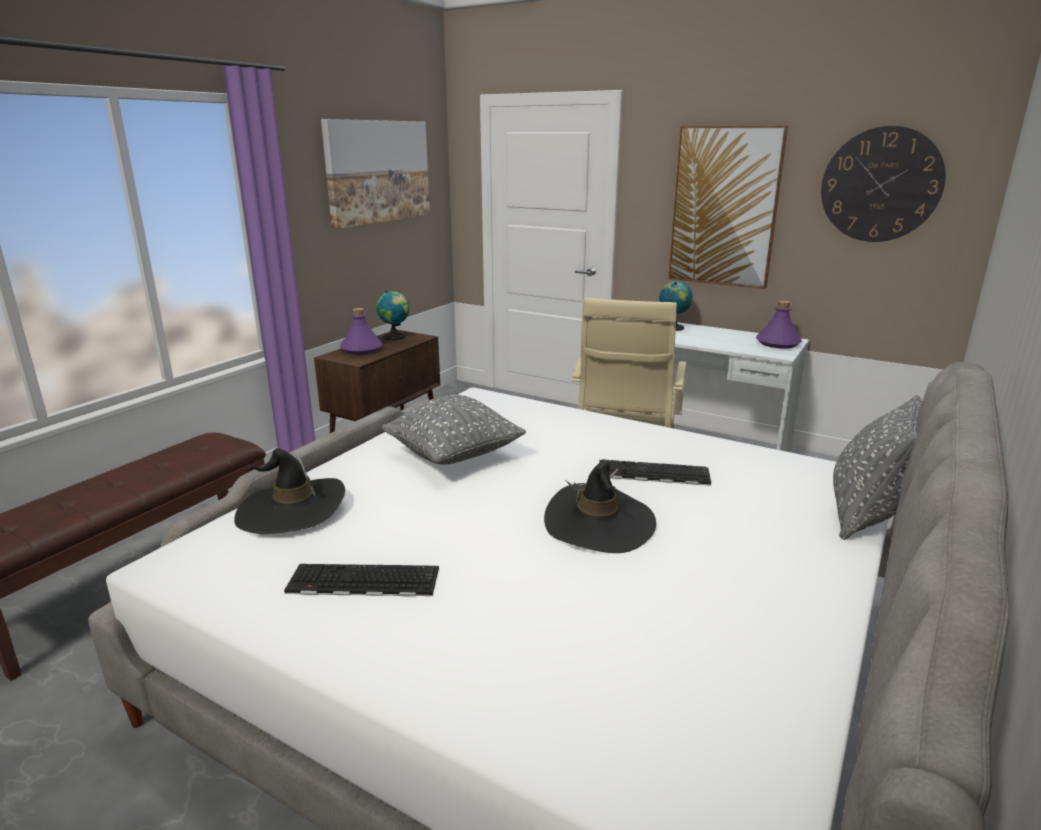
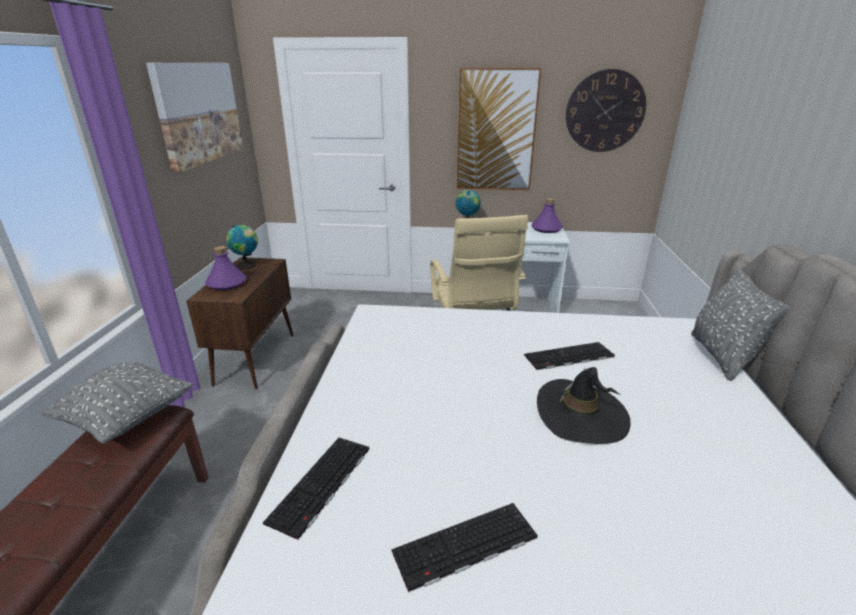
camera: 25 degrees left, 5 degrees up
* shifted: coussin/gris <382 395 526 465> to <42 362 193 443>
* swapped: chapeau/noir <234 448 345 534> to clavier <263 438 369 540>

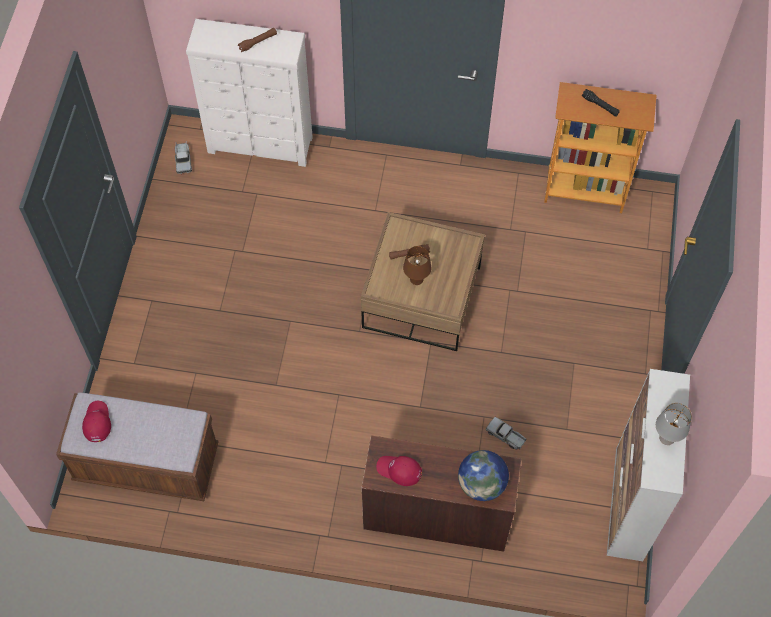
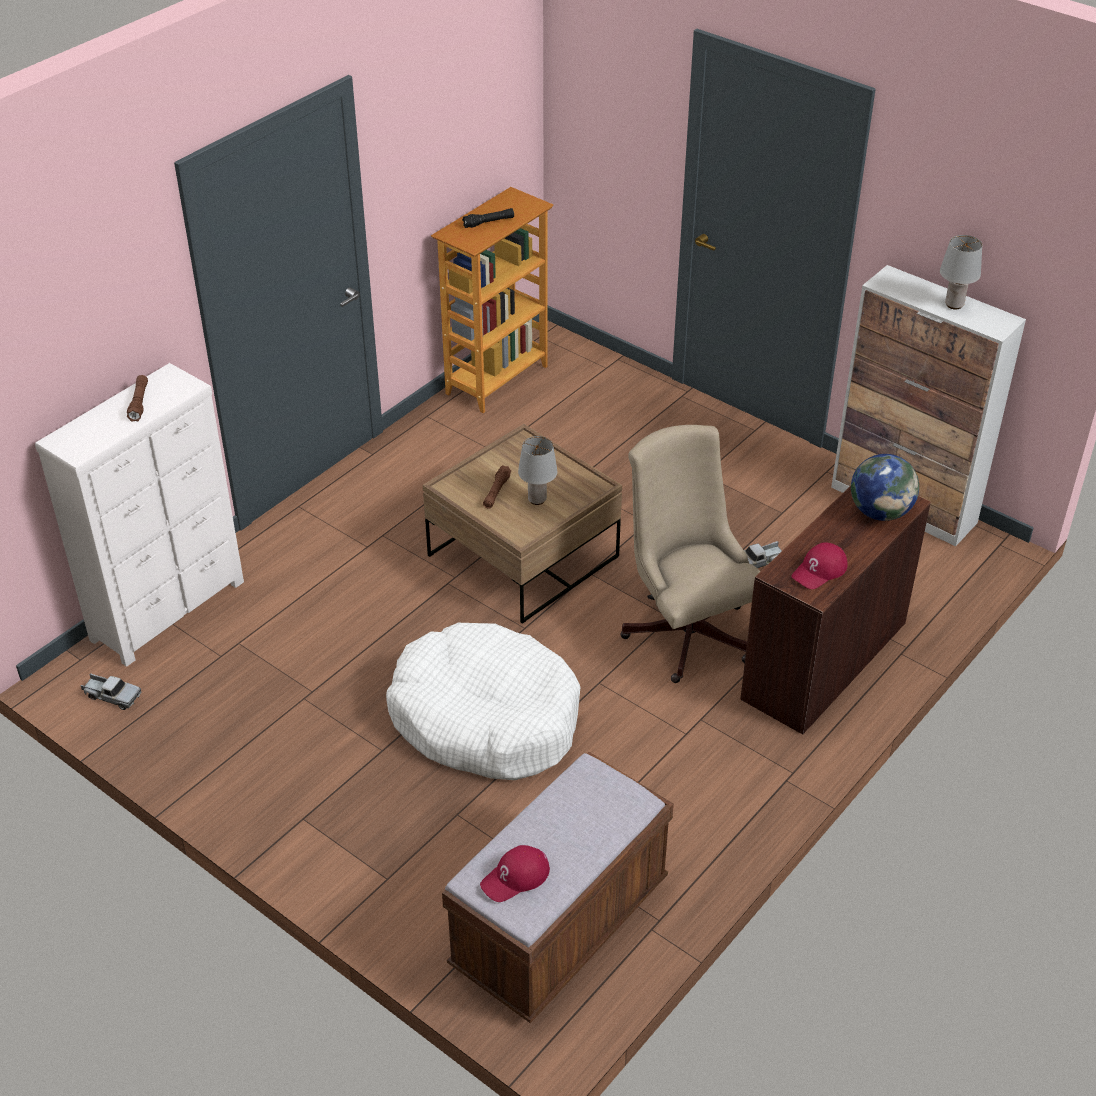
camera: 60 degrees left, 20 degrees down
* new: panier pour chien/blanc <386 623 581 780>
* rotated: casquette/rouge <82 401 111 442> = <480 845 550 902> 60 degrees counterclockwise
* repainted: lampe de table/marron <403 246 431 285> to lampe de table/gris <518 436 557 505>
* new: chaise de bureau/beige <620 425 760 683>

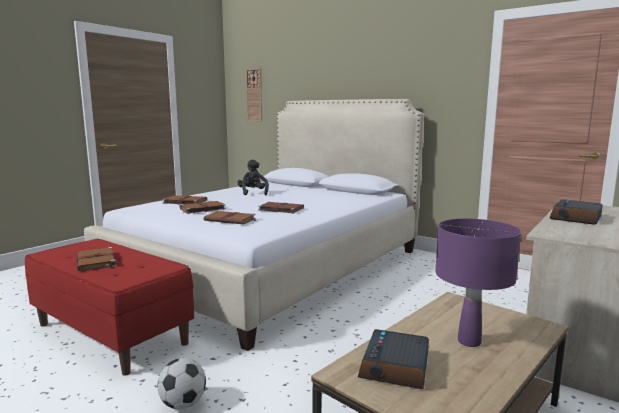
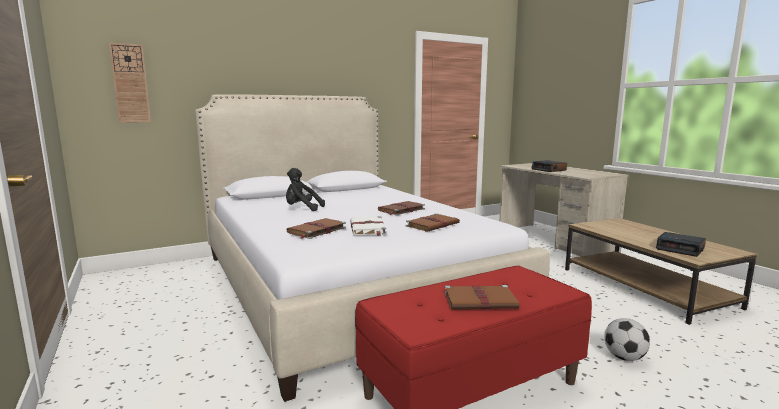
camera: 65 degrees left, 0 degrees up
* repainted: livre/marron <180 201 226 214> to livre/blanc <350 216 387 236>
* gone: lampe de table/violet <436 219 521 347>

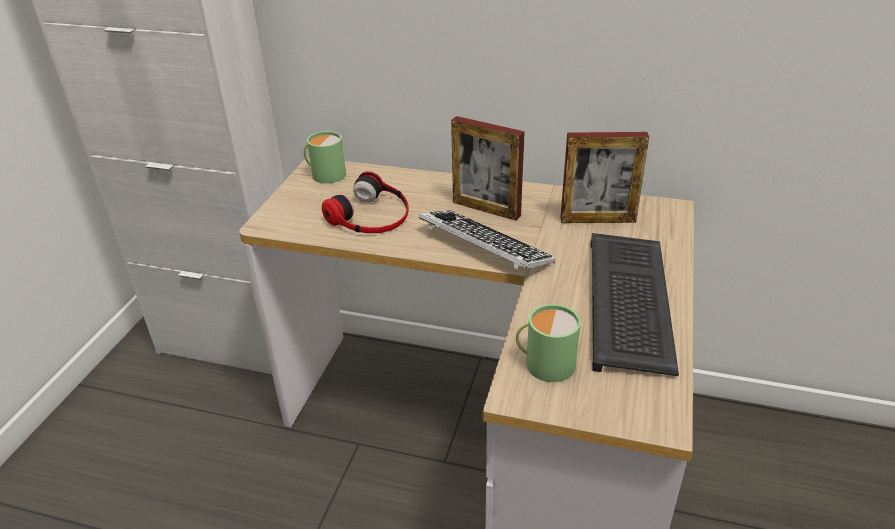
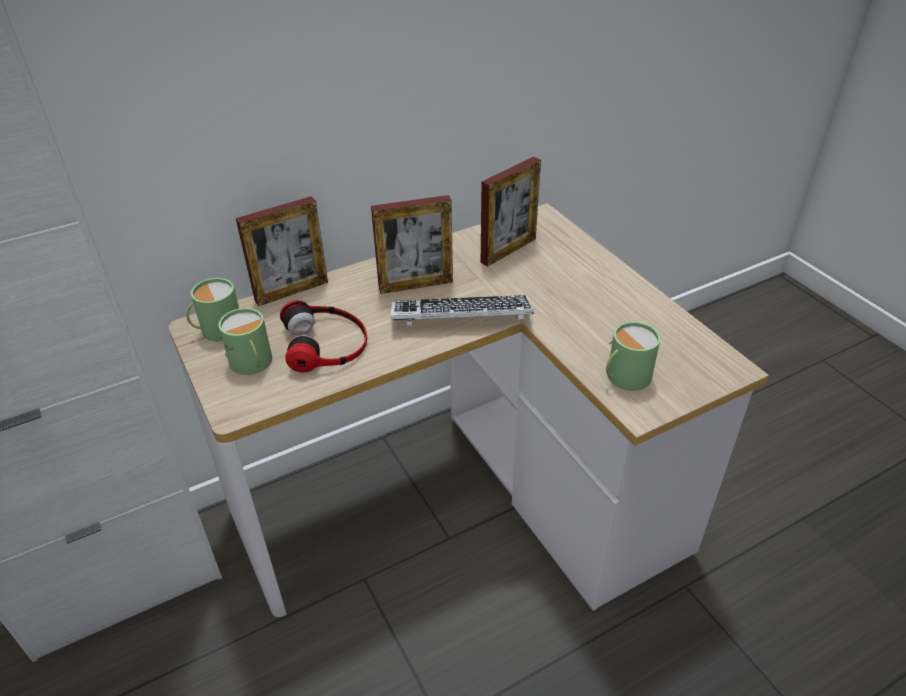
camera: 45 degrees left, 5 degrees up
* new: mug/vert <218 308 272 375>
* new: cadre photo <236 196 328 306>
* gone: clavier <591 233 679 376>

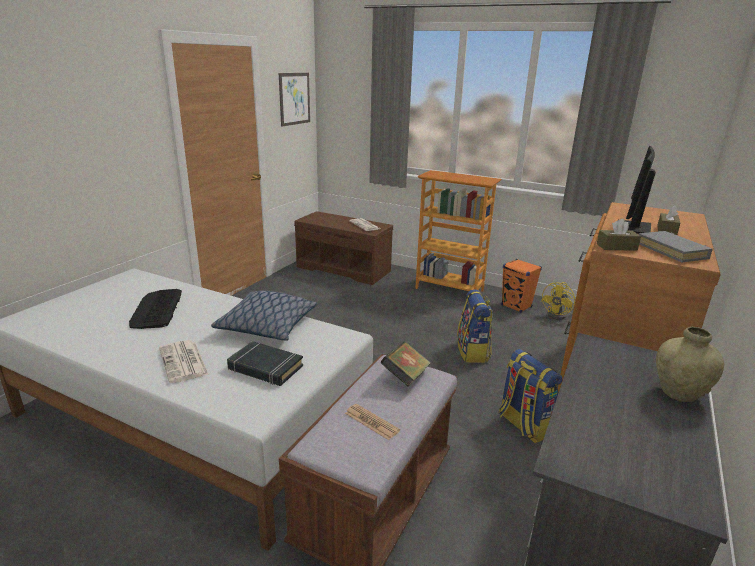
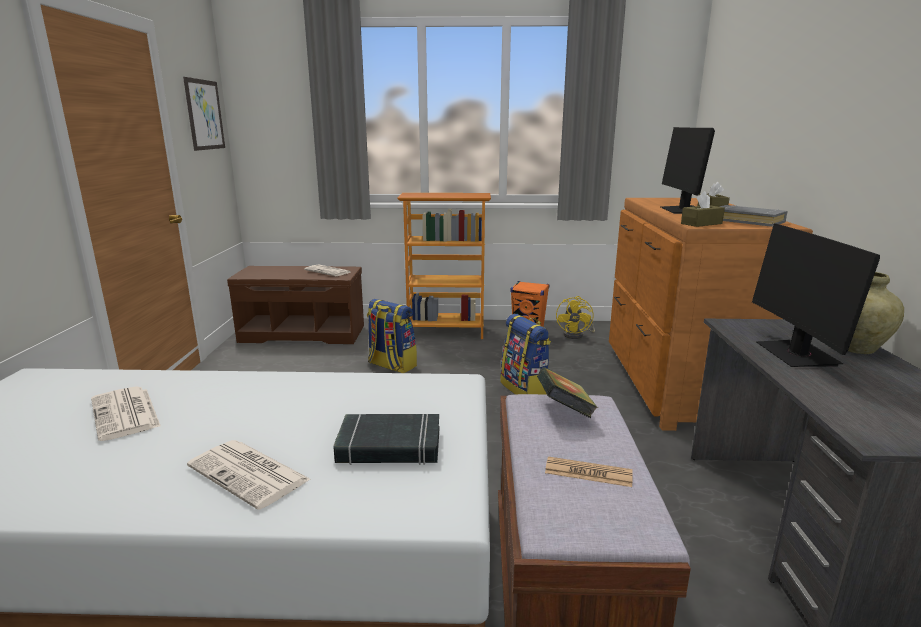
camera: 25 degrees left, 5 degrees down
* swapped: clavier <129 289 182 329> to journal <91 387 161 441>
* shifted: sac à dos <499 349 562 443> to <367 299 417 373>
* new: écran d'ordinateur <752 224 880 367>
* gone: coussin <211 291 317 341>

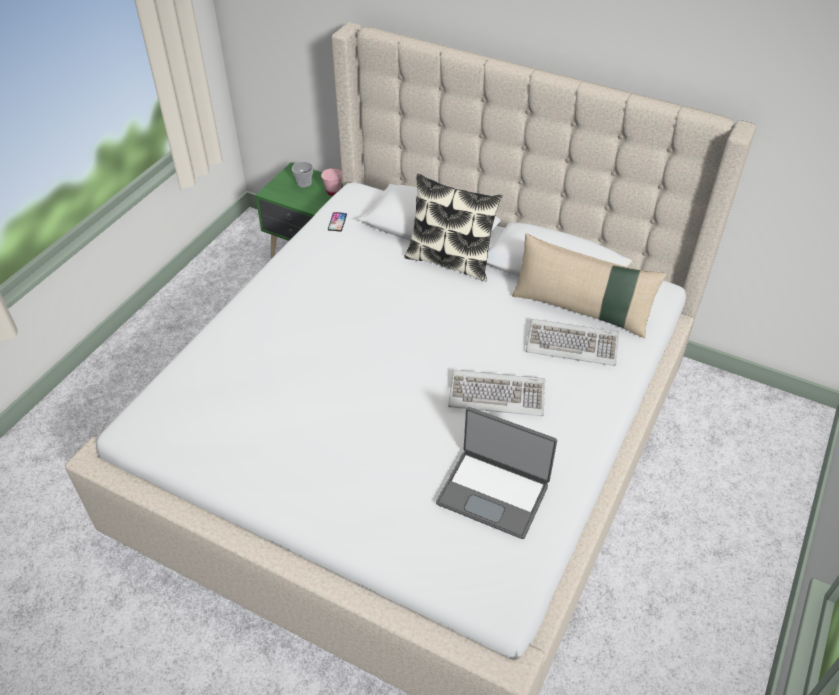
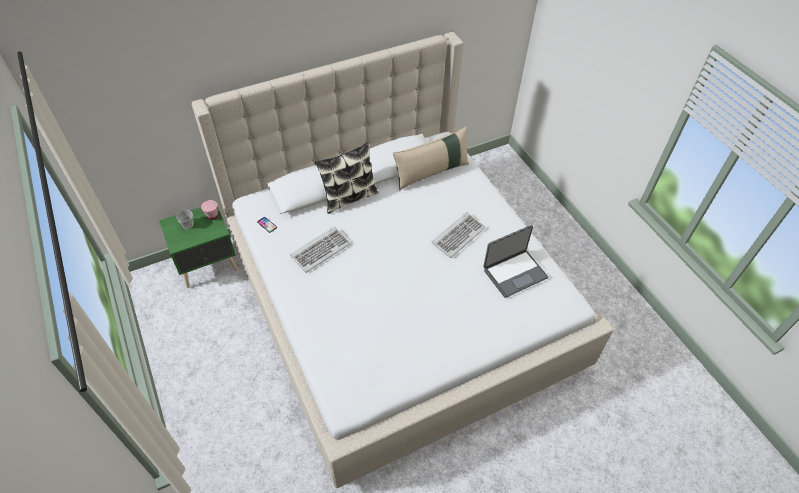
camera: 55 degrees left, 5 degrees up
* shifted: clavier <526 319 619 366> to <290 227 350 273>

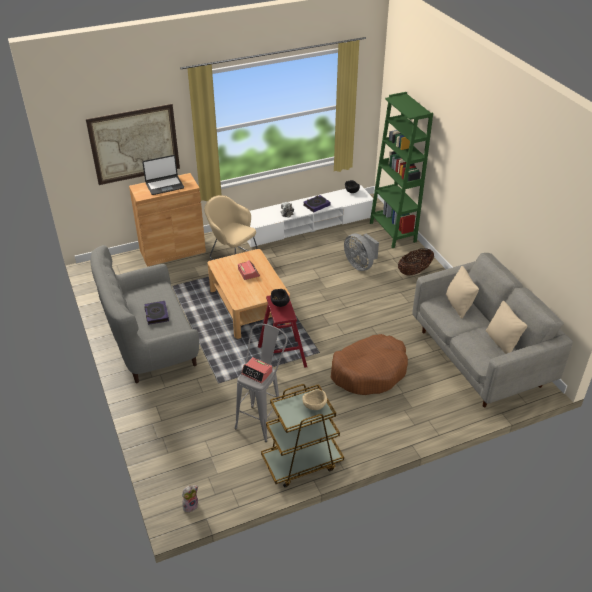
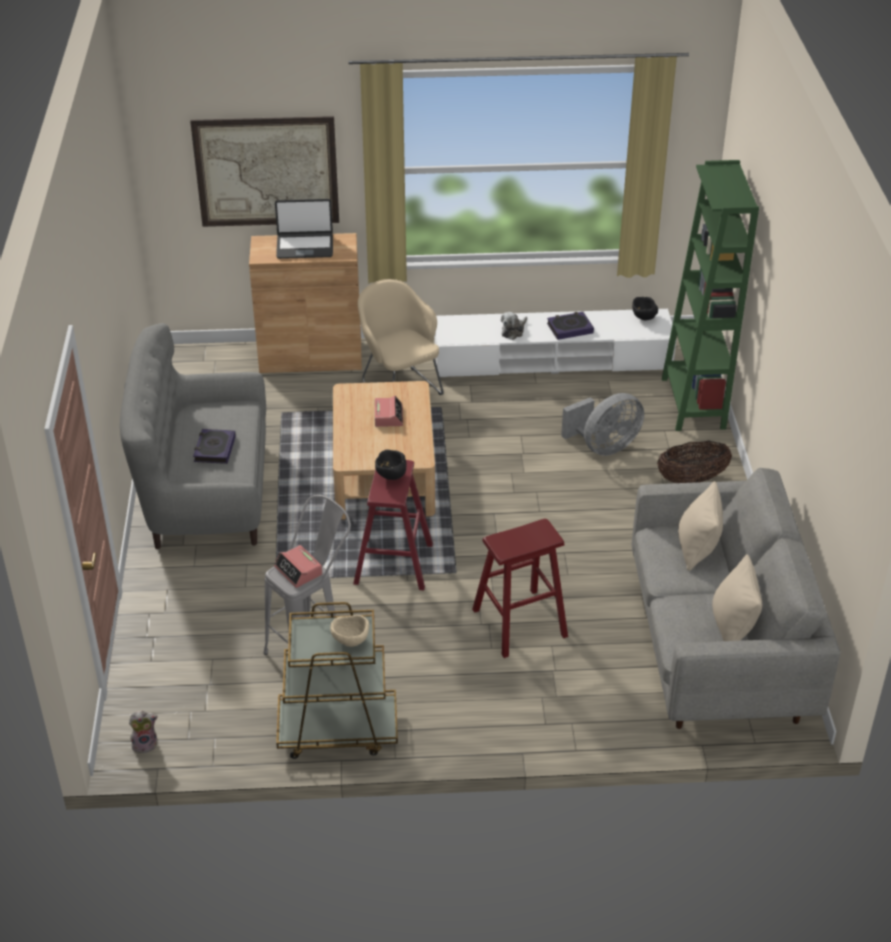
camera: 20 degrees right, 0 degrees up
* swapped: panier pour chien/marron <331 334 408 395> to tabouret/rouge <472 519 568 658>
* rotated: ventilateur/gris <344 233 379 271> = <561 393 644 456> 105 degrees counterclockwise

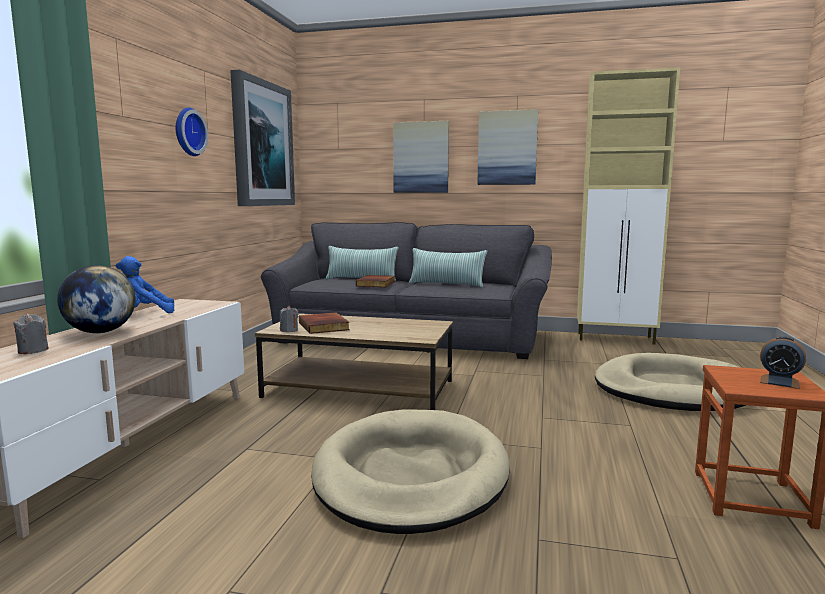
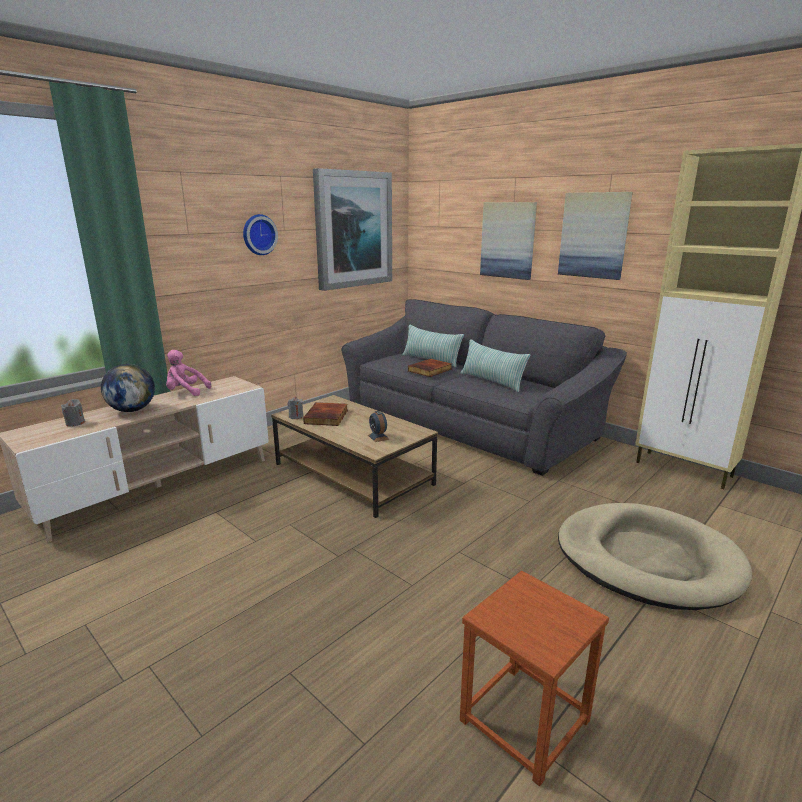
camera: 30 degrees right, 10 degrees up
* repainted: peluche/bleu <116 256 174 313> to peluche/rose <166 350 211 396>
* shifted: réveil <760 336 806 389> to <368 411 389 442>
* gone: panier pour chien/beige <312 410 510 534>

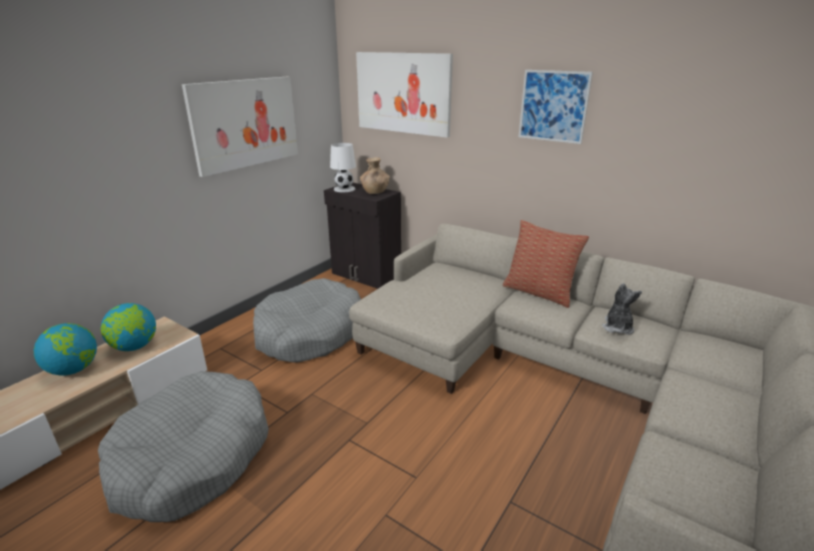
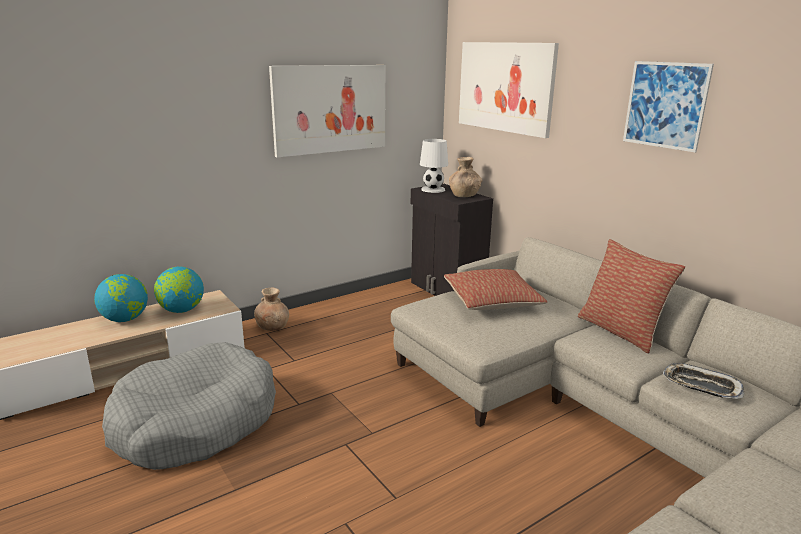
camera: 20 degrees right, 5 degrees down
* new: vase/marron <254 288 289 331>
* new: coussin <444 269 547 310>
* swapped: peluche <602 283 642 335> to plateau <663 363 745 399>
* gone: panier pour chien/gris <253 278 361 363>

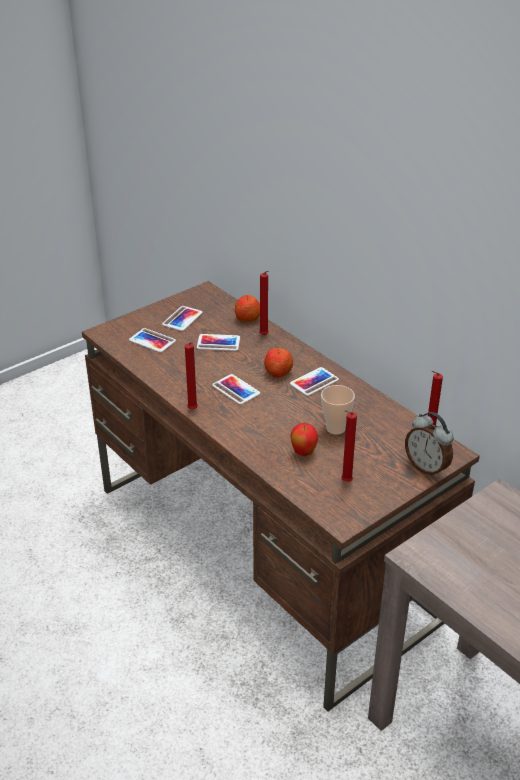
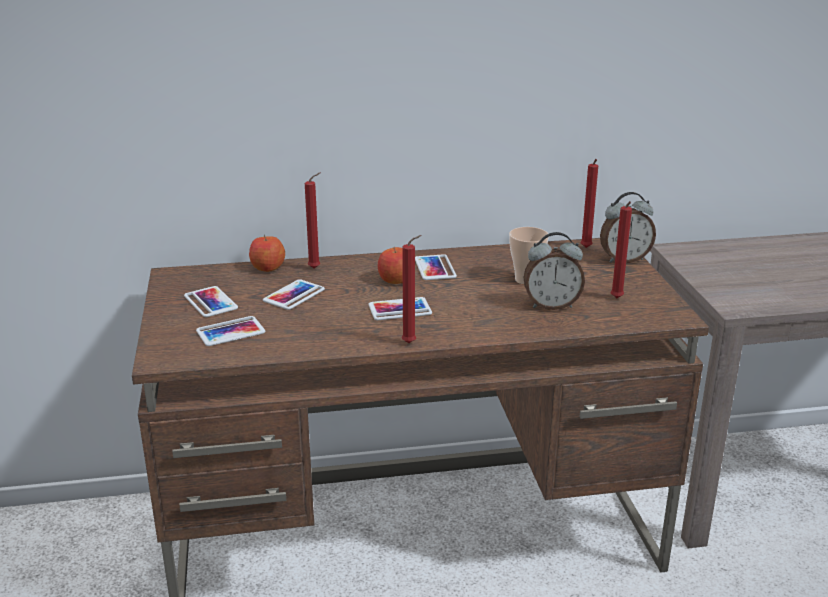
camera: 60 degrees left, 10 degrees down
* swapped: pomme <290 423 318 456> to réveil <523 232 585 310>

